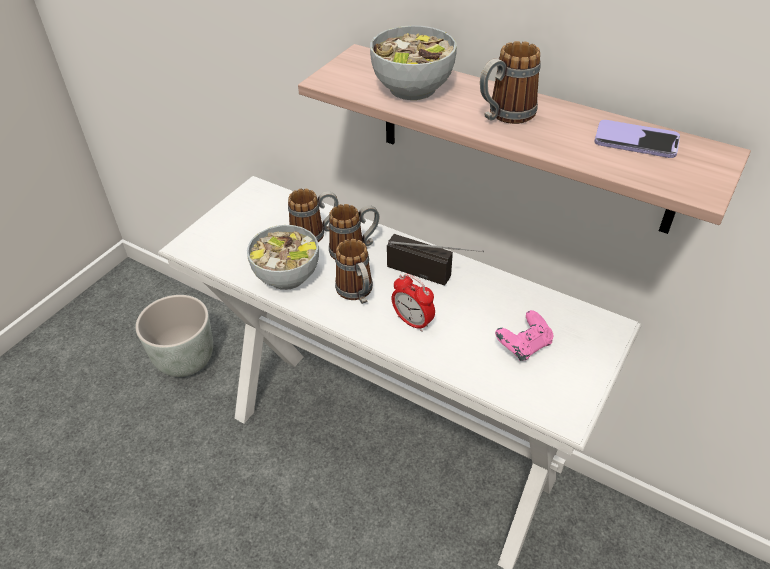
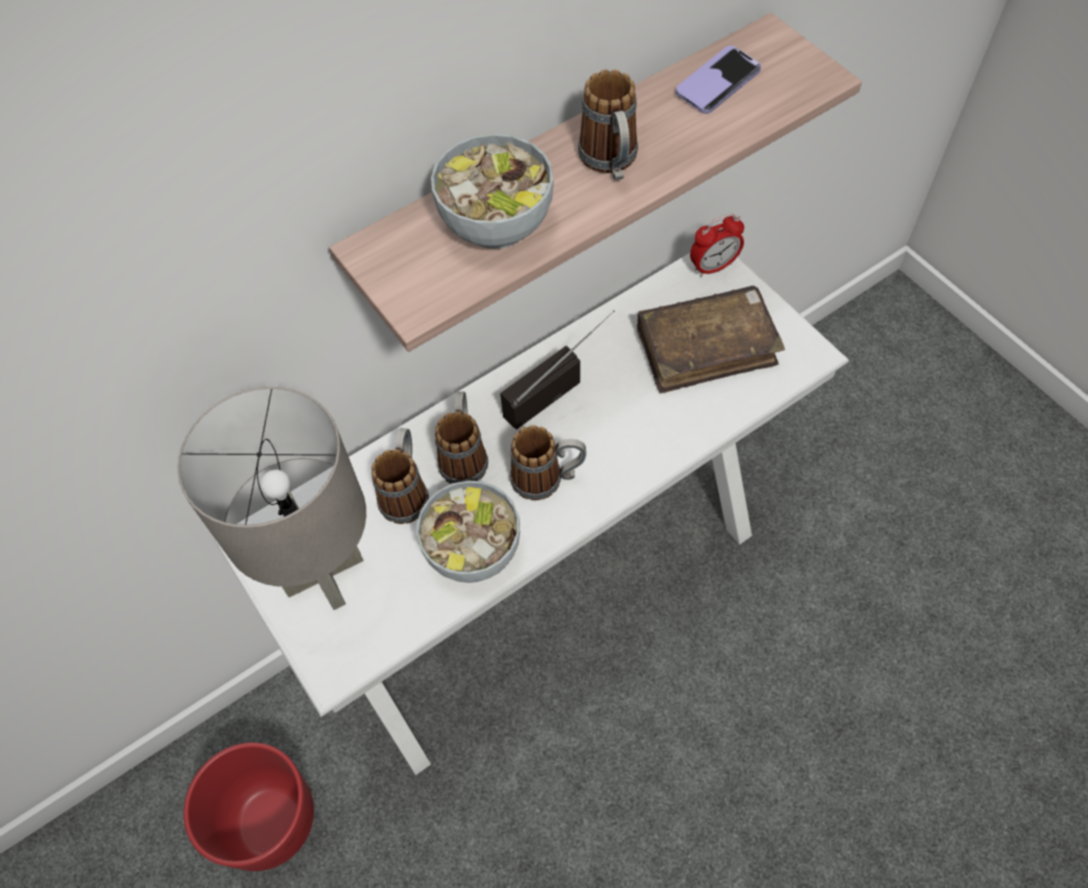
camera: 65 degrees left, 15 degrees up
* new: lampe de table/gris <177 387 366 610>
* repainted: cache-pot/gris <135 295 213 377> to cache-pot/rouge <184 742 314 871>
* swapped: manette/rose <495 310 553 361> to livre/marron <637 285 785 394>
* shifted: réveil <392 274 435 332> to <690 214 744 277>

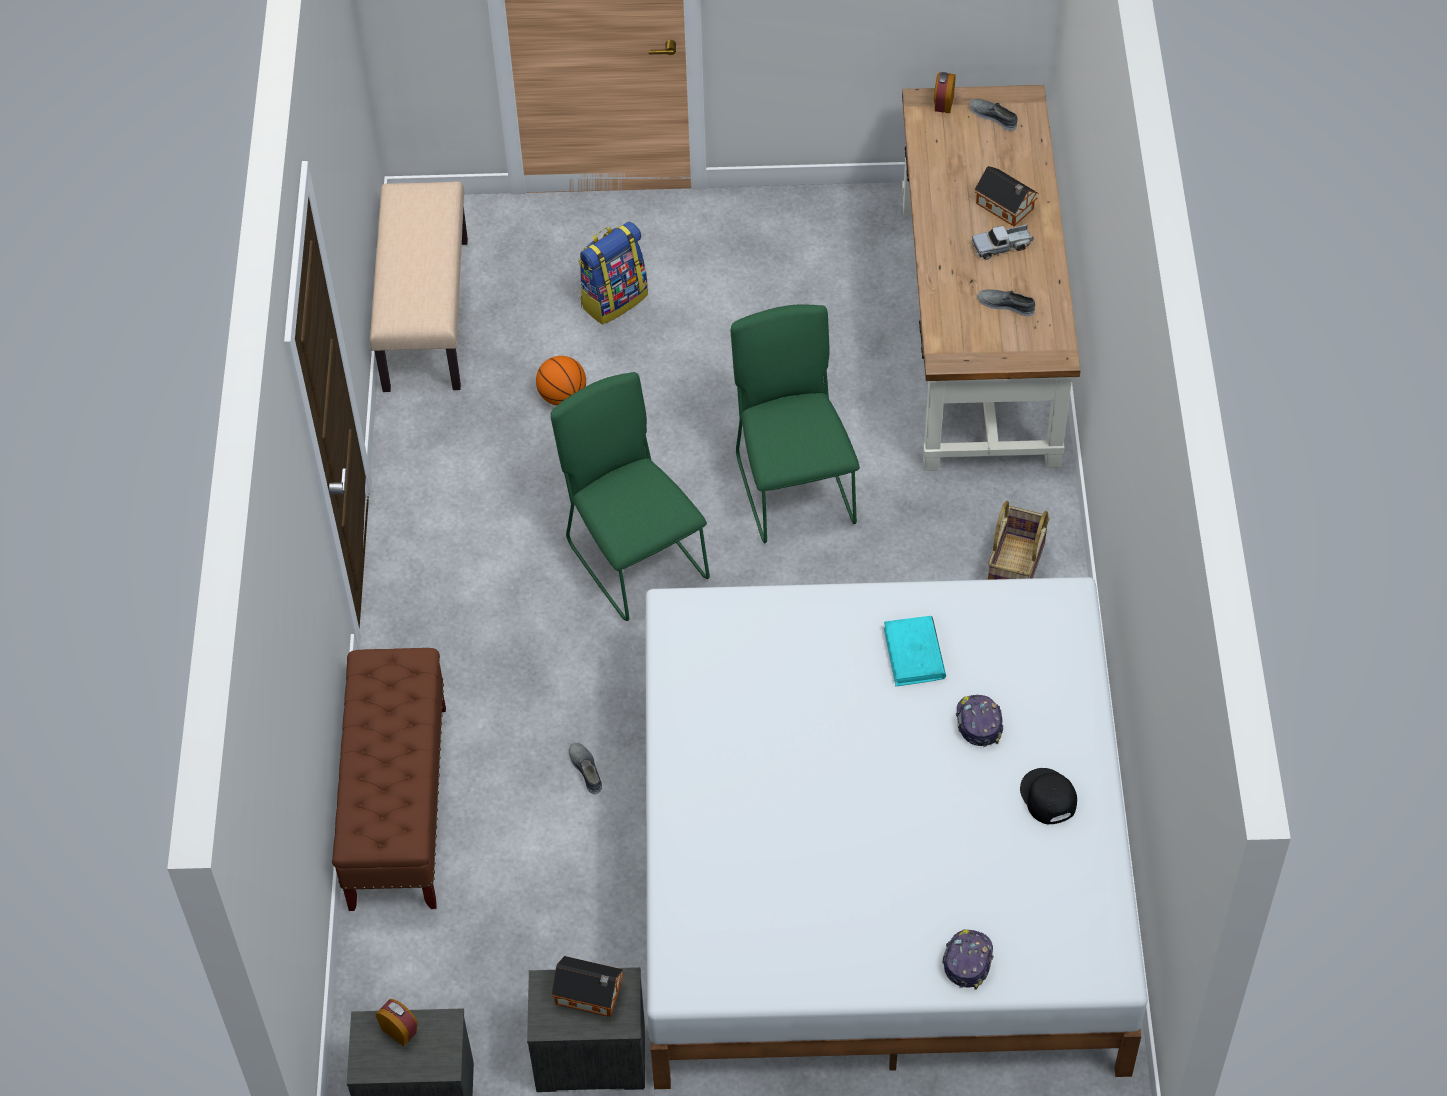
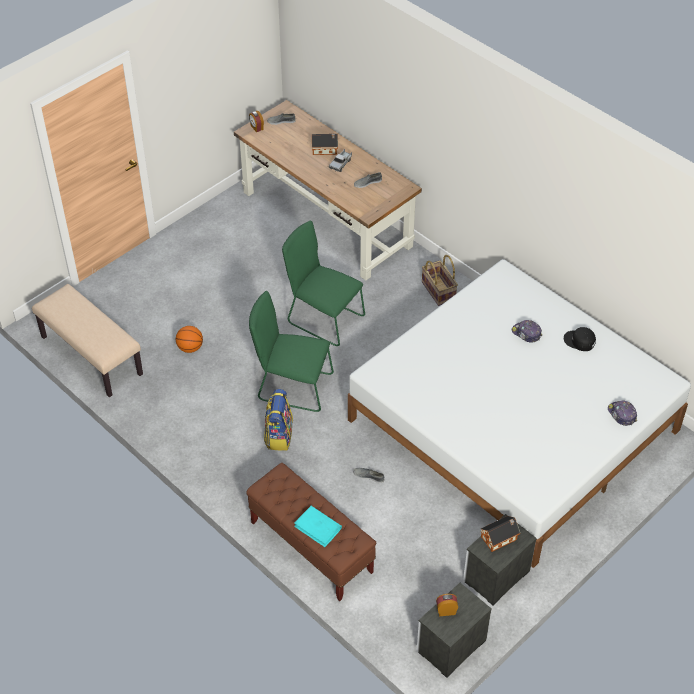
camera: 45 degrees left, 5 degrees down
* shifted: sac à dos <578 221 648 325> to <264 389 293 451>
* shifted: livre/turquoise <884 616 946 686> to <294 506 342 547>

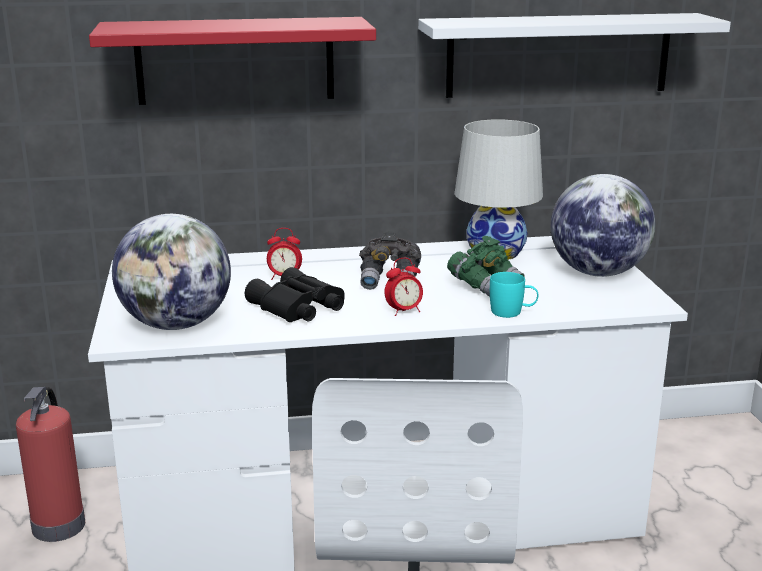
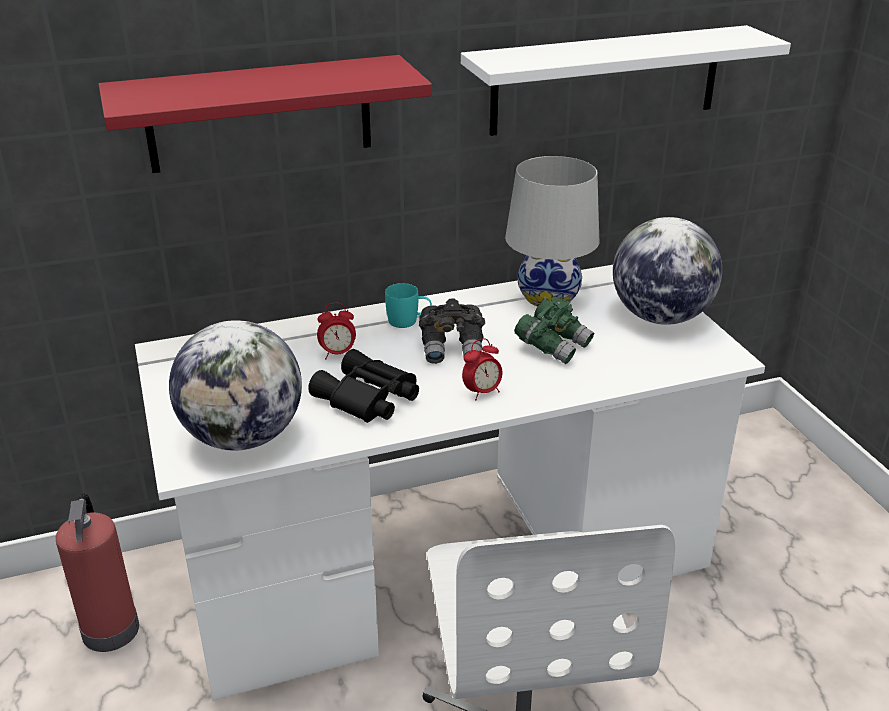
camera: 10 degrees left, 10 degrees up
* shifted: mug/turquoise <490 272 539 318> to <385 283 432 328>

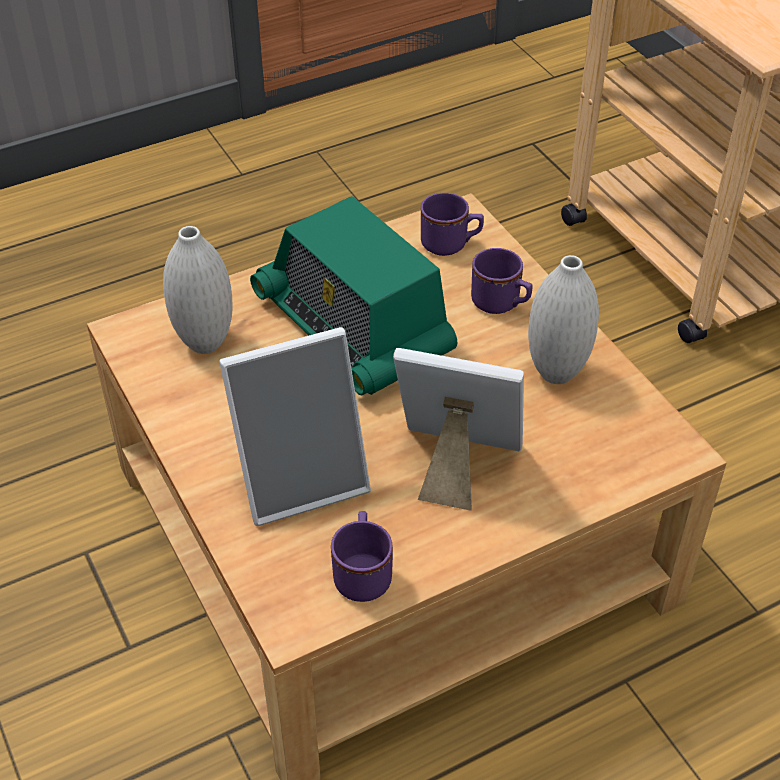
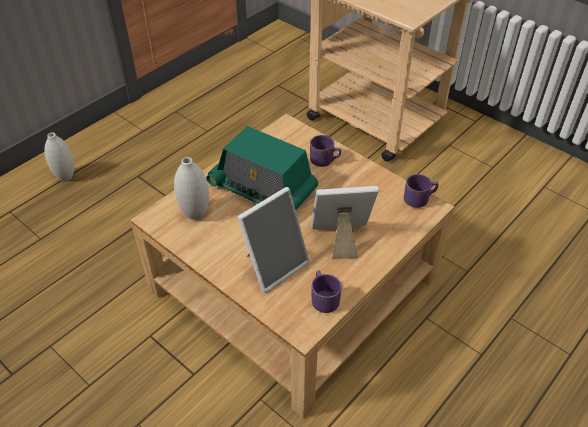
camera: 20 degrees left, 0 degrees up
* shifted: vase/blanc <528 255 599 384> to <44 132 74 181>
* shifted: mug/violet <421 193 484 256> to <404 174 439 208>

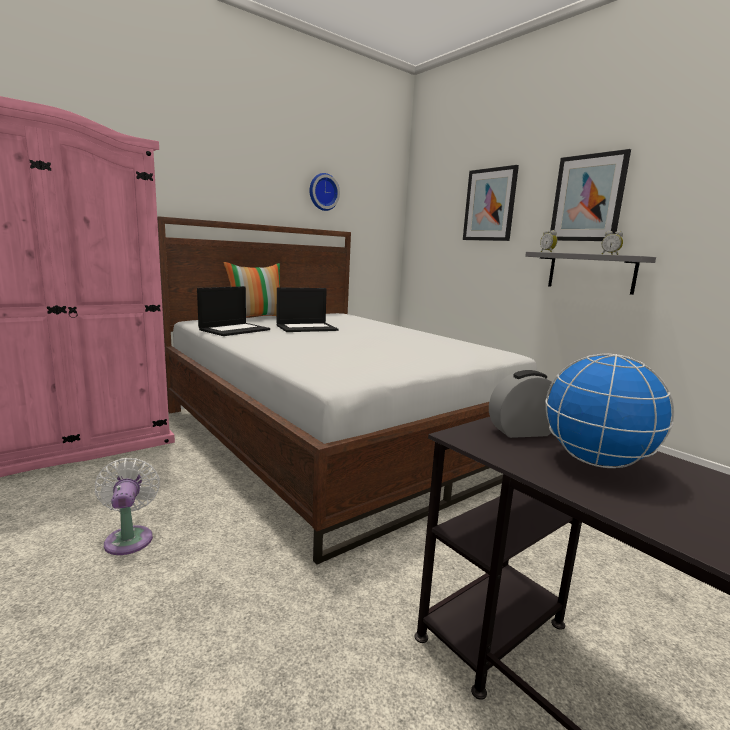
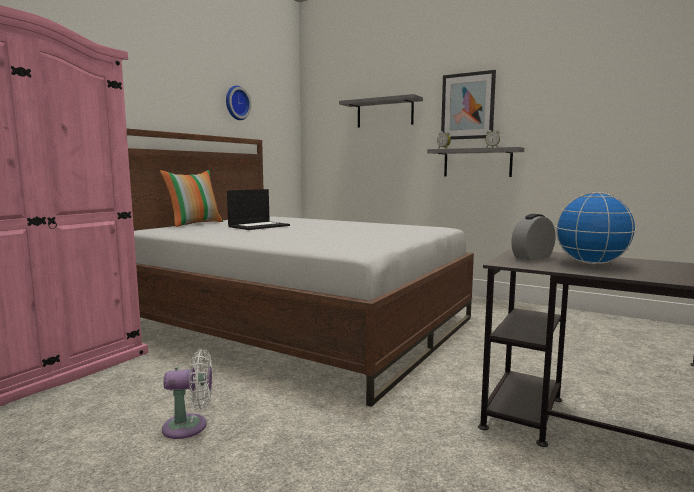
camera: 20 degrees left, 5 degrees down
* rotated: ventilateur/blanc <95 458 160 555> = <162 350 213 439> 120 degrees clockwise
* swapped: tableau <463 165 519 241> to étagère/gris <339 94 423 128>
* gone: ordinateur portable <197 286 270 336>

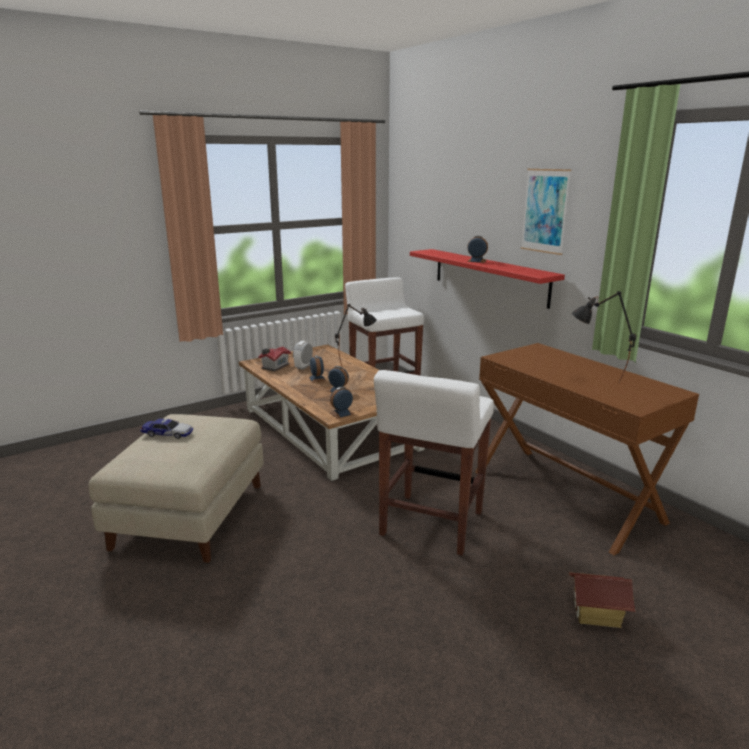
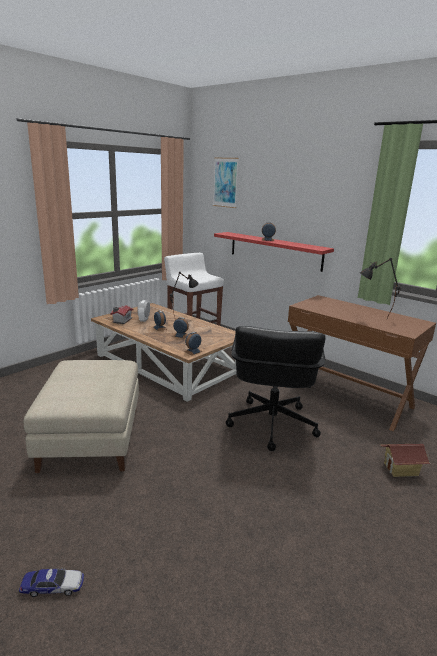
camera: 15 degrees left, 0 degrees up
* shifted: petite voiture <140 418 193 439> to <19 568 84 597>
* shifted: tableau <521 169 571 255> to <213 158 239 208>
* swapped: tabouret/blanc <374 370 494 556> to chaise de bureau/noir <226 326 325 451>

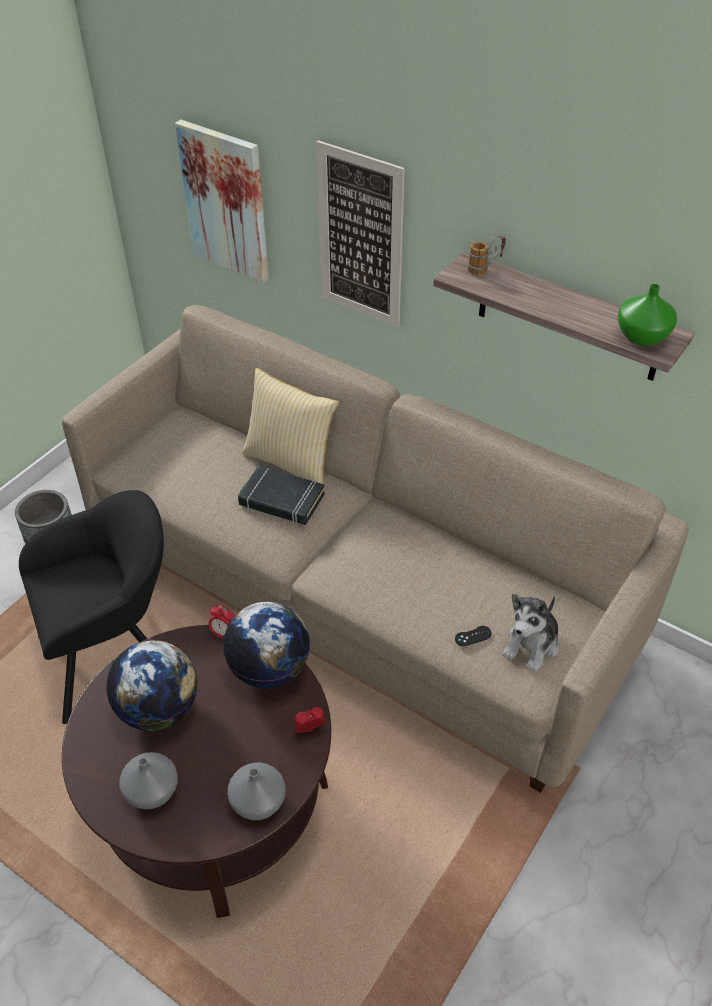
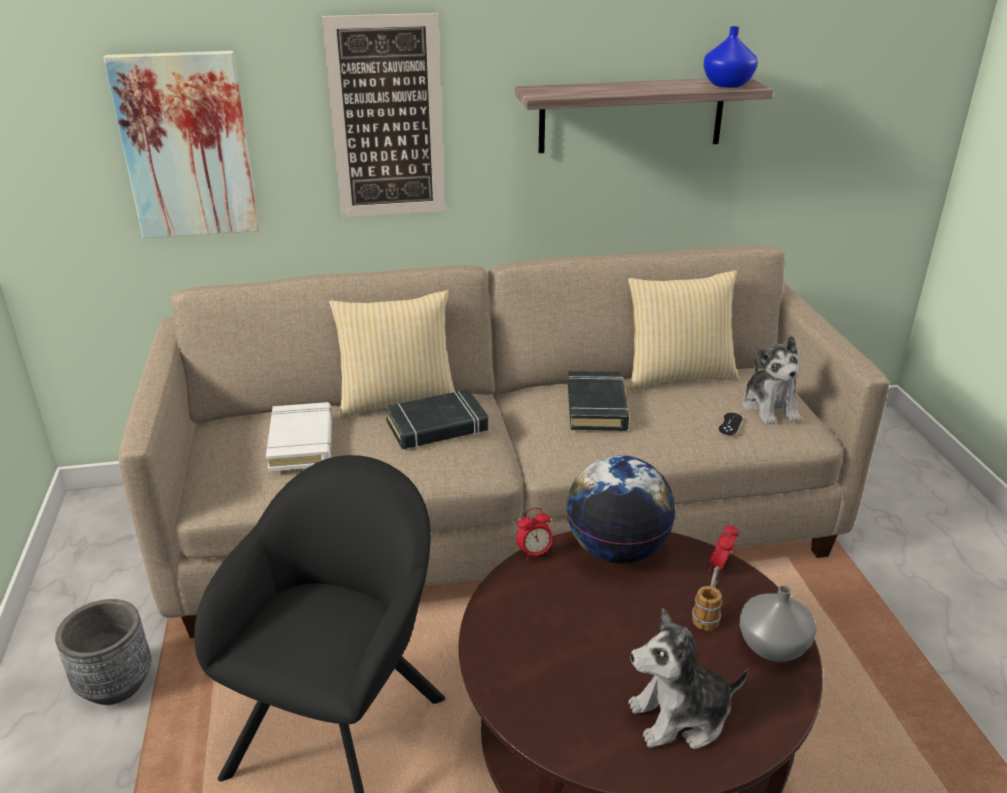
camera: 45 degrees left, 15 degrees down
* new: livre/blanc <266 402 333 471>
* new: livre/noir <568 371 629 431>
* new: coussin <628 270 739 390>
* swapped: vase/gris <119 752 178 810> to peluche <628 609 749 749>
* shifted: mug <468 235 506 275> to <692 566 722 631>
* repainted: vase/vert <618 284 677 346> to vase/bleu <703 26 758 88>
* gone: globe <106 640 197 731>

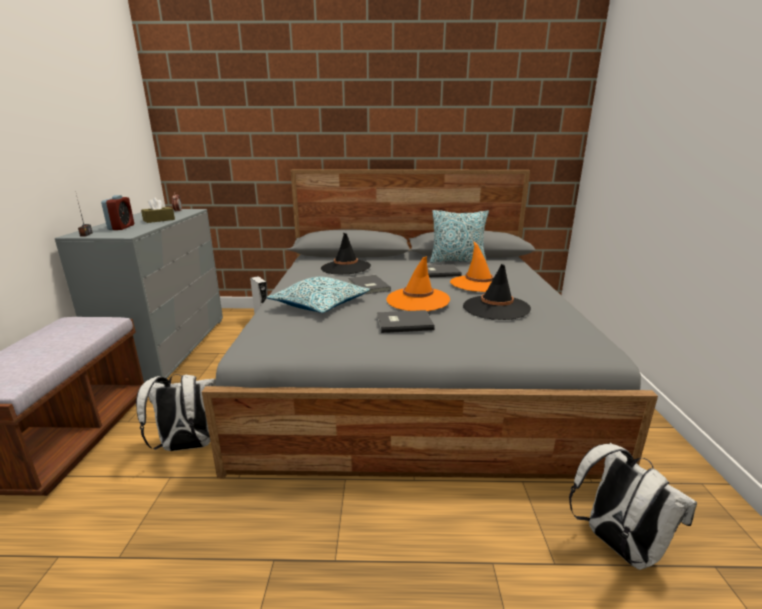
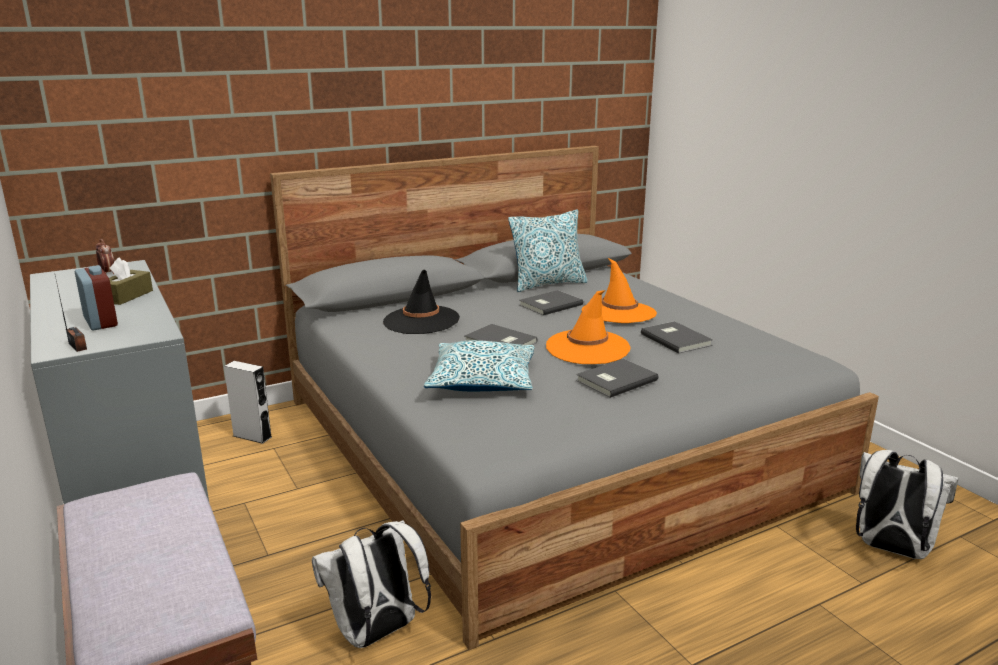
camera: 30 degrees left, 0 degrees up
* swapped: chapeau/noir <463 264 531 320> to livre/gris <641 321 713 354>

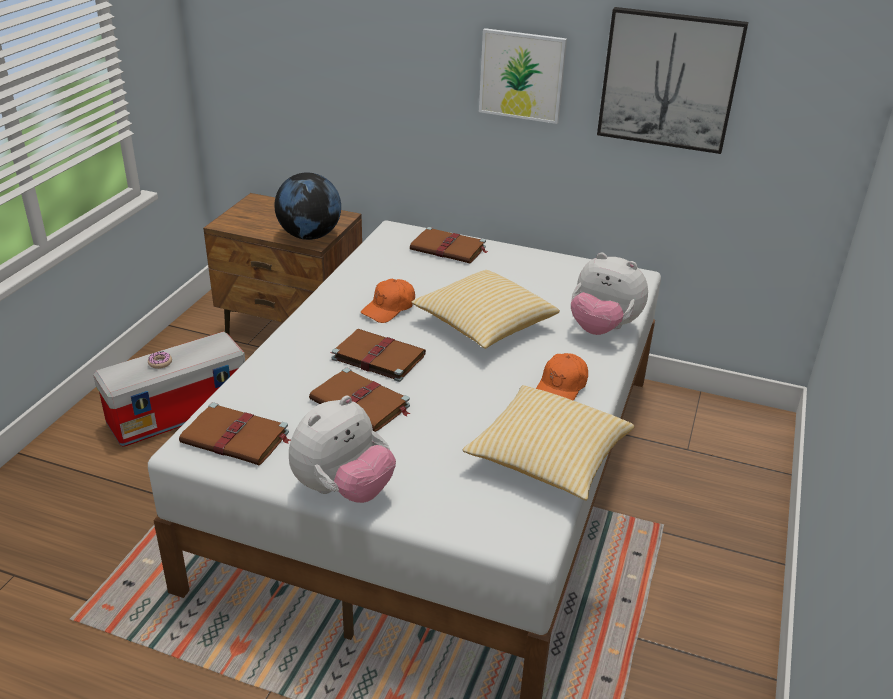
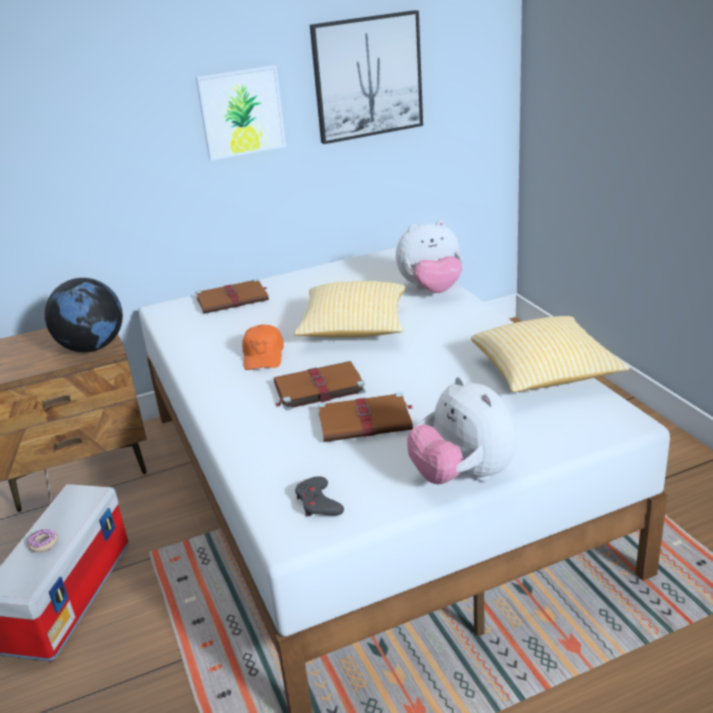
camera: 40 degrees left, 5 degrees down
* swapped: livre/marron <179 402 291 465> to manette/gris <295 476 344 517>
* rotated: peluche <289 396 396 503> = <407 376 517 484> 150 degrees clockwise
* gone: casquette/orange <536 353 588 401>

